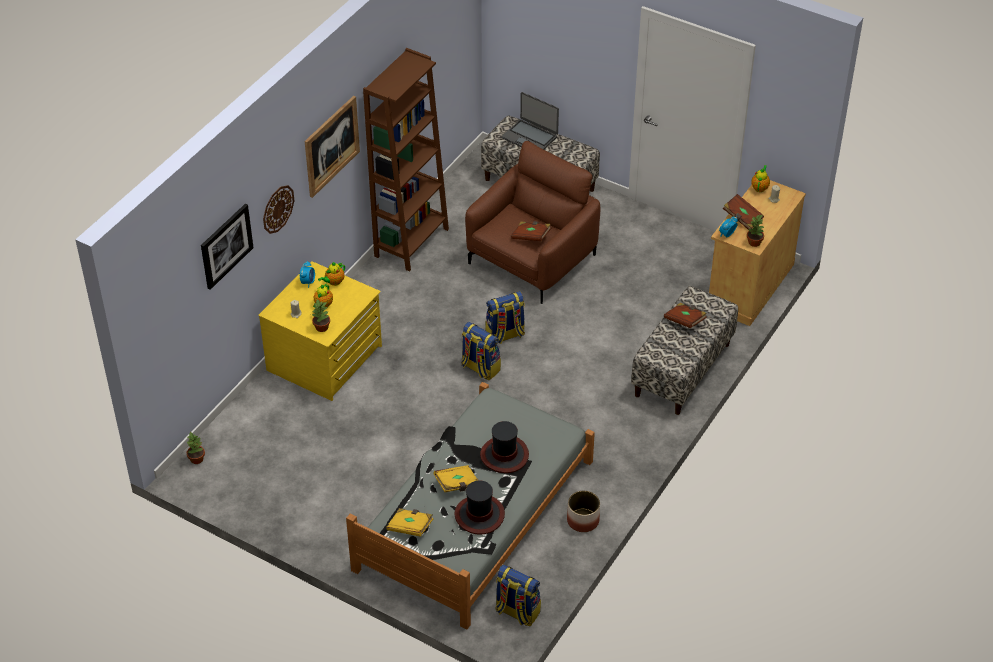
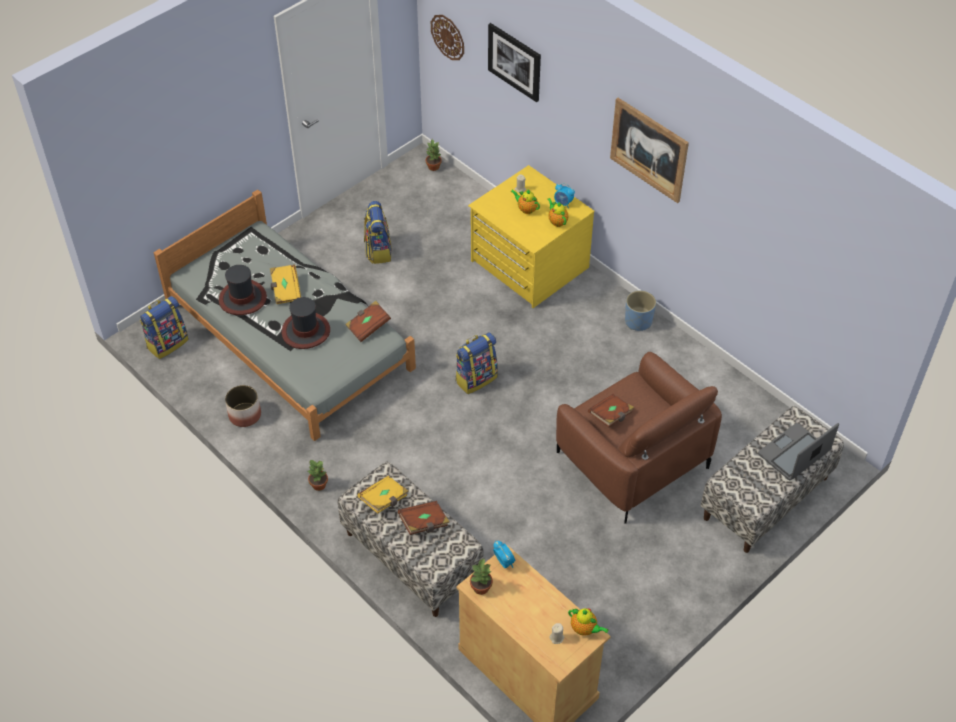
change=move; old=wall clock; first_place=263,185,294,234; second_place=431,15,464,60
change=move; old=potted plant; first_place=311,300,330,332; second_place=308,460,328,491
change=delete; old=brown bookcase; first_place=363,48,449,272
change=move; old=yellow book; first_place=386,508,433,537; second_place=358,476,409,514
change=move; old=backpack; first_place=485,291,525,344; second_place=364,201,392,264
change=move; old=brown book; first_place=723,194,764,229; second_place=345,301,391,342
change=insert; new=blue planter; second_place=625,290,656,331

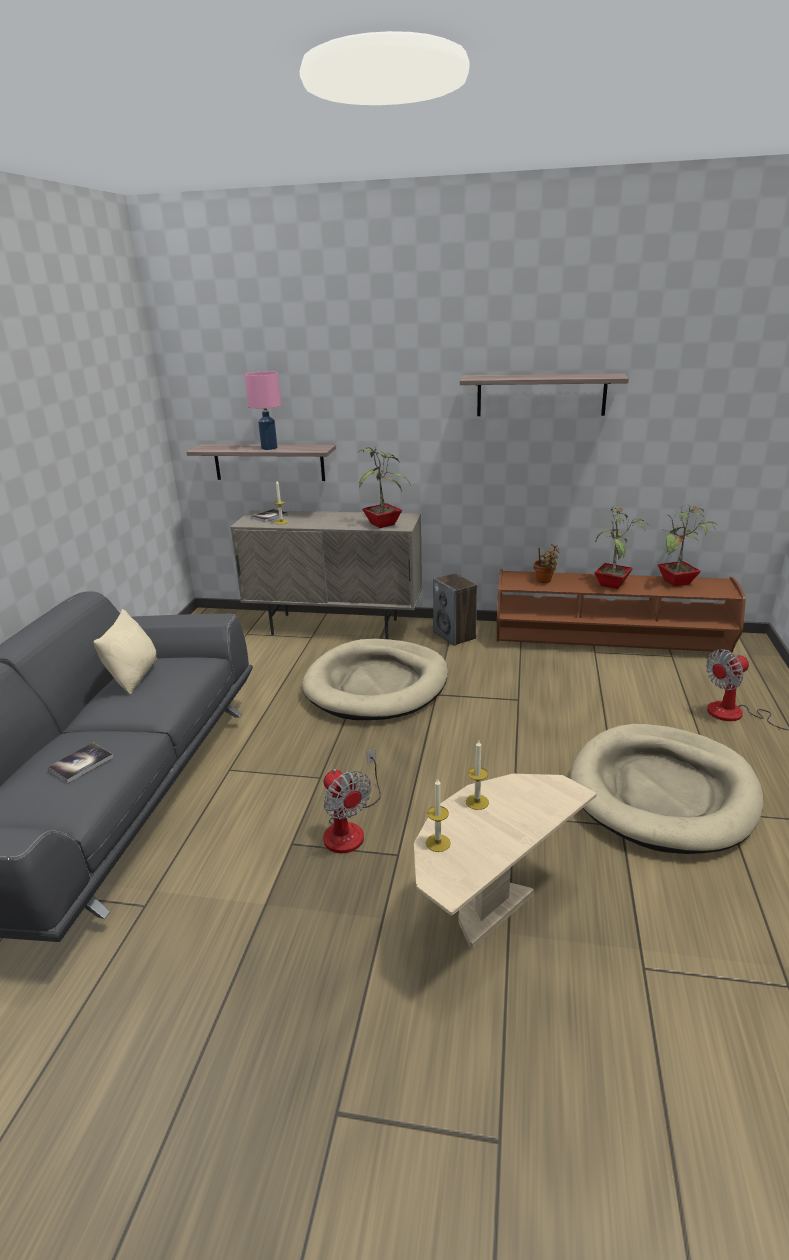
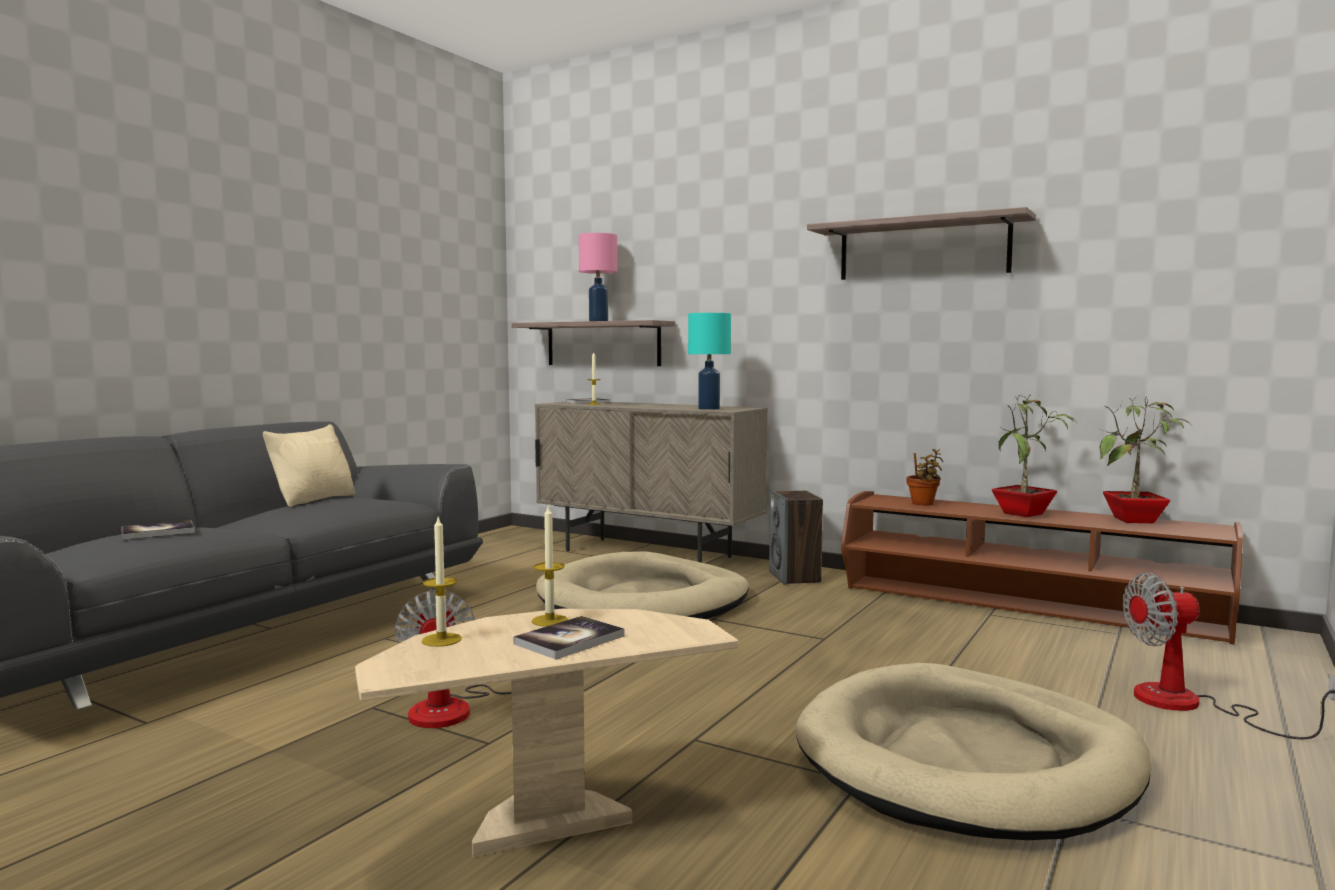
change=replace; old=potted plant; new=turquoise table lamp; first_place=357,446,410,528; second_place=688,313,731,410
change=insert; new=book; second_place=513,616,624,660

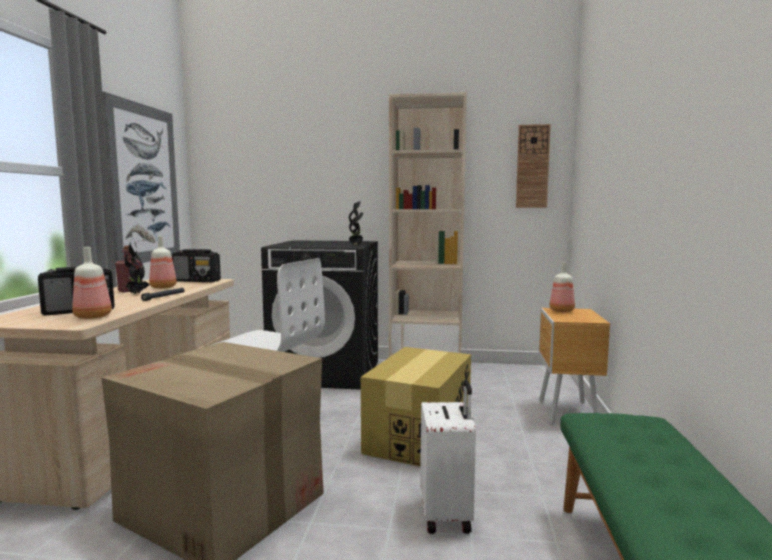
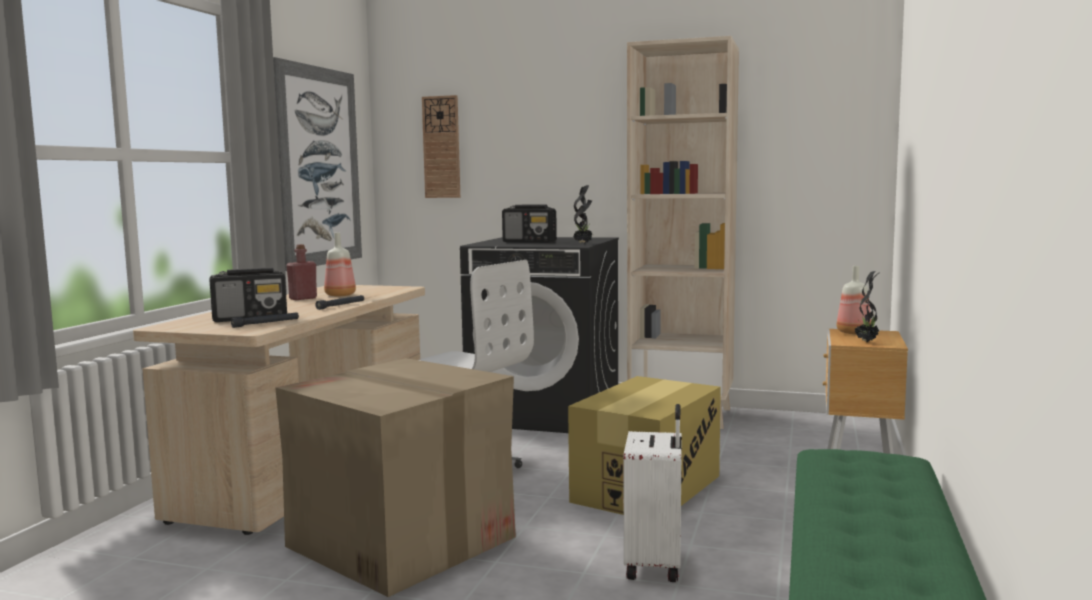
change=replace; old=bottle; new=black flashlight; first_place=72,247,112,319; second_place=231,312,299,328
change=move; old=potted plant; first_place=125,239,150,294; second_place=855,271,882,342
change=move; old=radio; first_place=171,249,221,282; second_place=502,204,557,243
change=move; old=wall clock; first_place=516,124,551,208; second_place=422,95,460,198

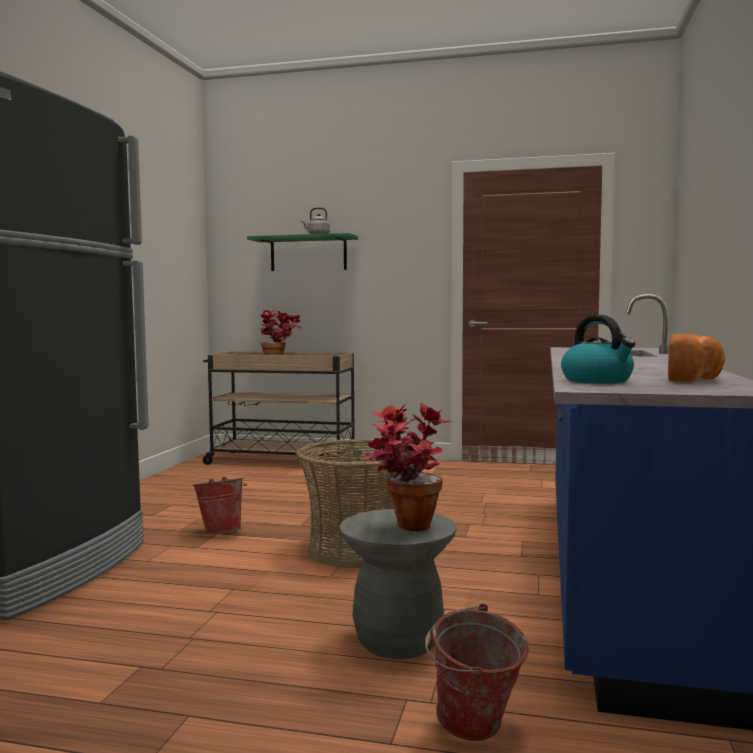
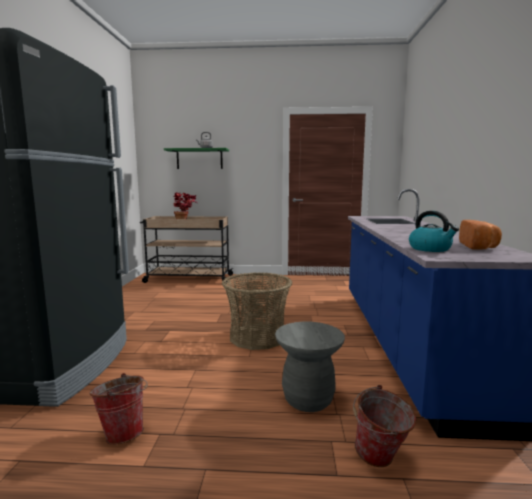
change=move; old=bucket; first_place=193,477,247,534; second_place=89,373,148,445
change=delete; old=potted plant; first_place=364,403,452,531

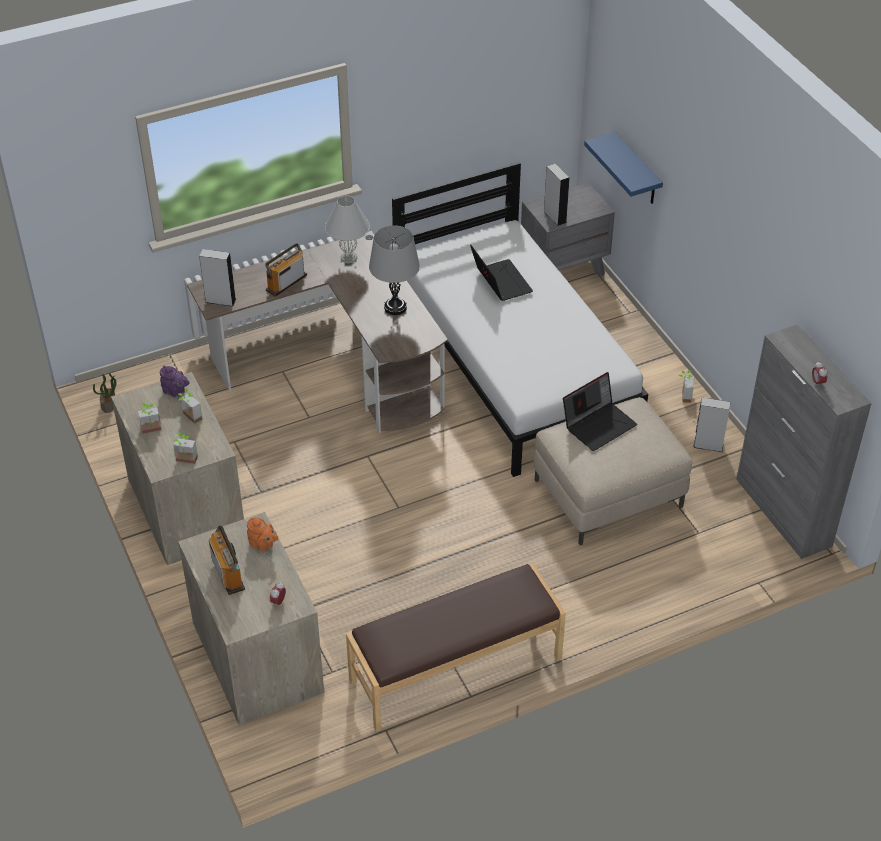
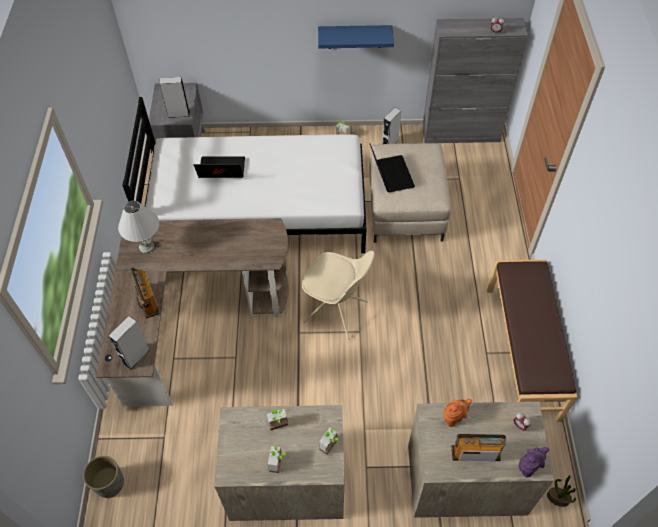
change=move; old=potted plant; first_place=93,373,117,413; second_place=547,475,576,507
change=move; old=purple teapot; first_place=160,366,189,397; second_place=518,447,549,477
change=delete; old=grey table lamp; first_place=369,225,420,315
change=move; old=blue shelf; first_place=584,132,663,204; second_place=318,25,394,49
change=insert; new=grey planter; second_place=83,456,124,498
change=insert; new=beige chair; second_place=302,250,375,340

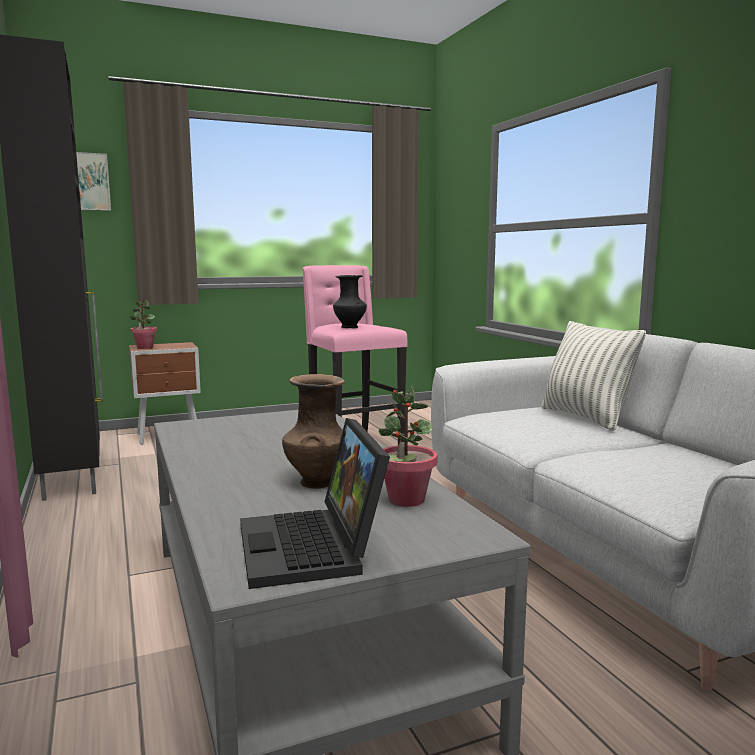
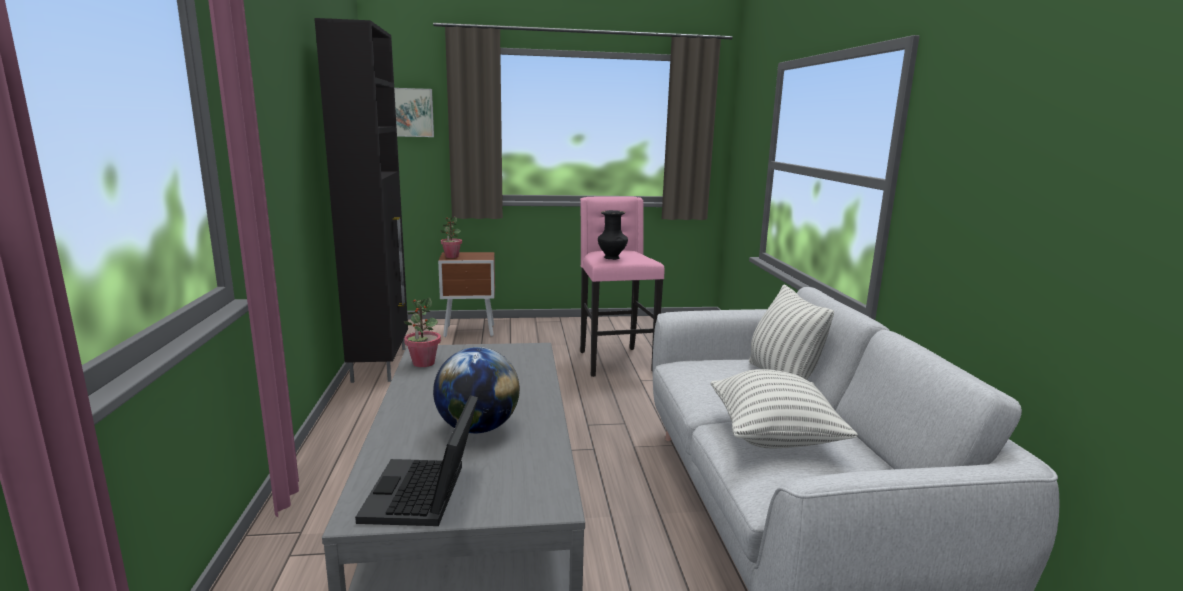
change=replace; old=brown vase; new=globe; first_place=282,374,345,489; second_place=433,347,520,433
change=move; old=potted plant; first_place=379,386,438,507; second_place=404,297,441,367
change=insert; new=pillow; second_place=710,369,858,448

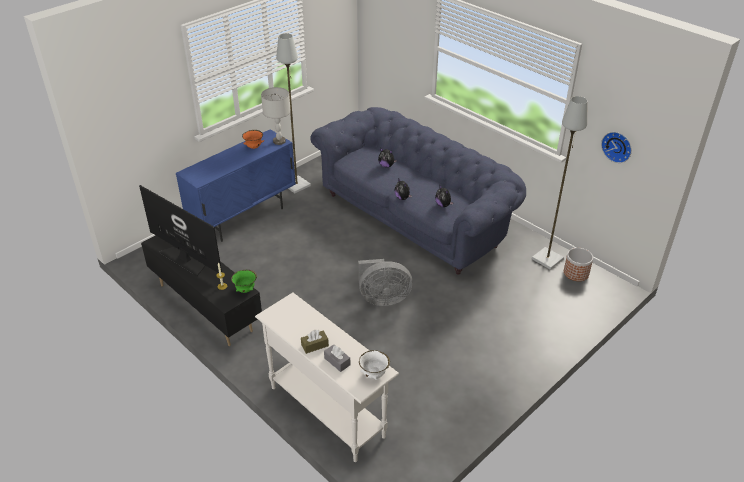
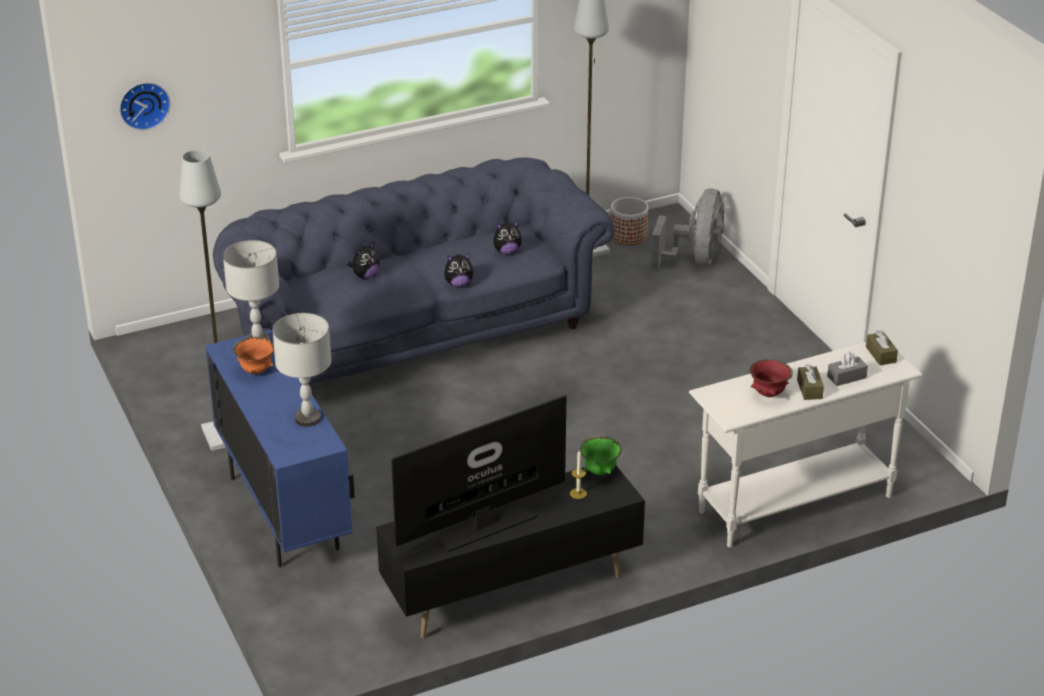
change=move; old=grey fan; first_place=358,259,413,306; second_place=651,189,725,270
change=replace; old=white bowl; new=brown tissue box; first_place=359,350,390,380; second_place=866,330,898,365
change=move; old=wall clock; first_place=601,132,632,163; second_place=119,82,171,130
change=insert; new=grey table lamp; second_place=273,313,332,427
change=insert; new=red bowl; second_place=750,359,793,397

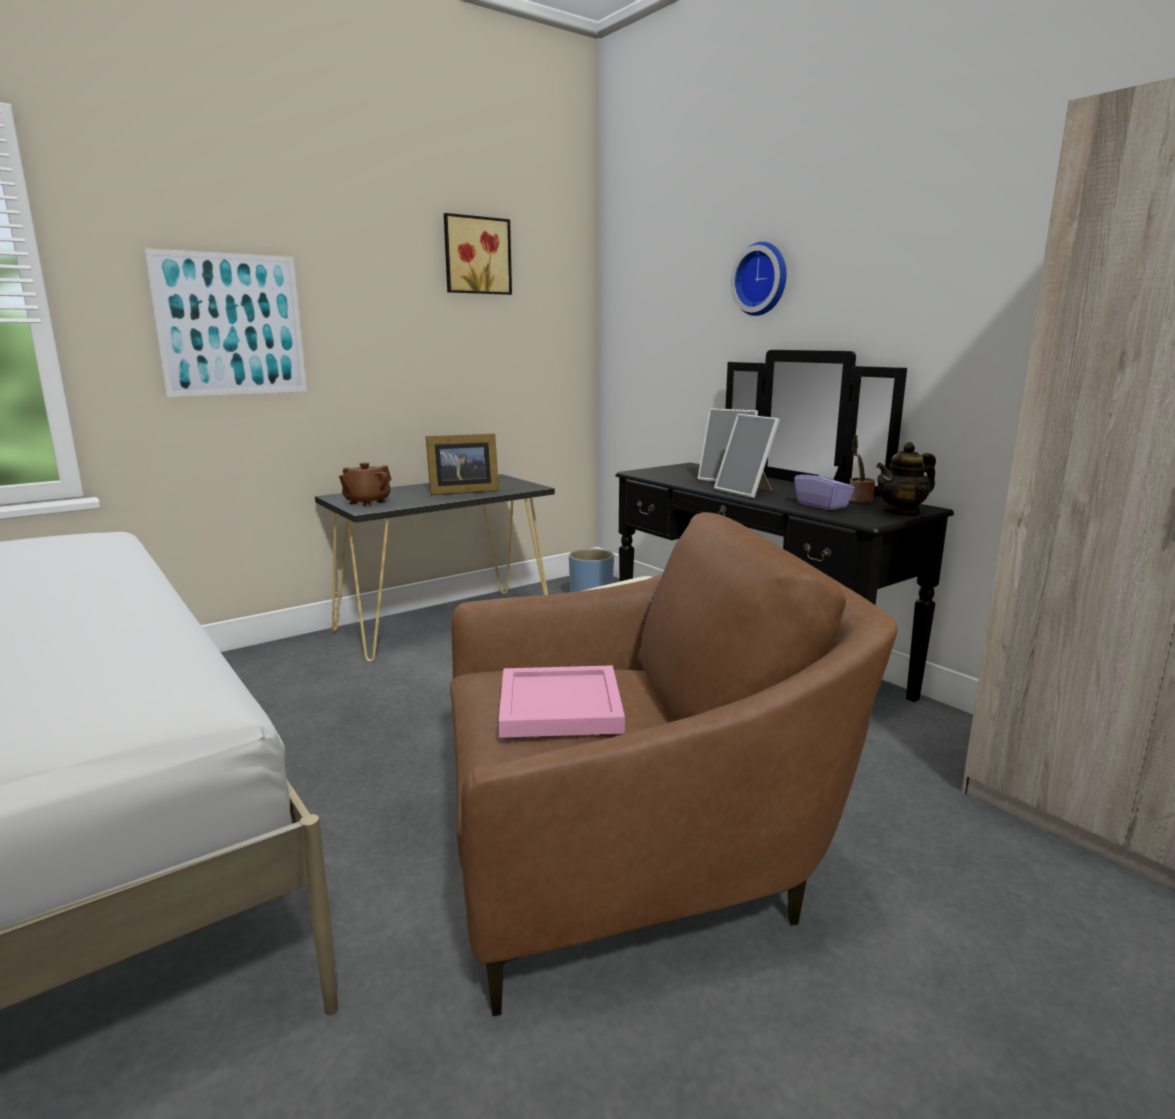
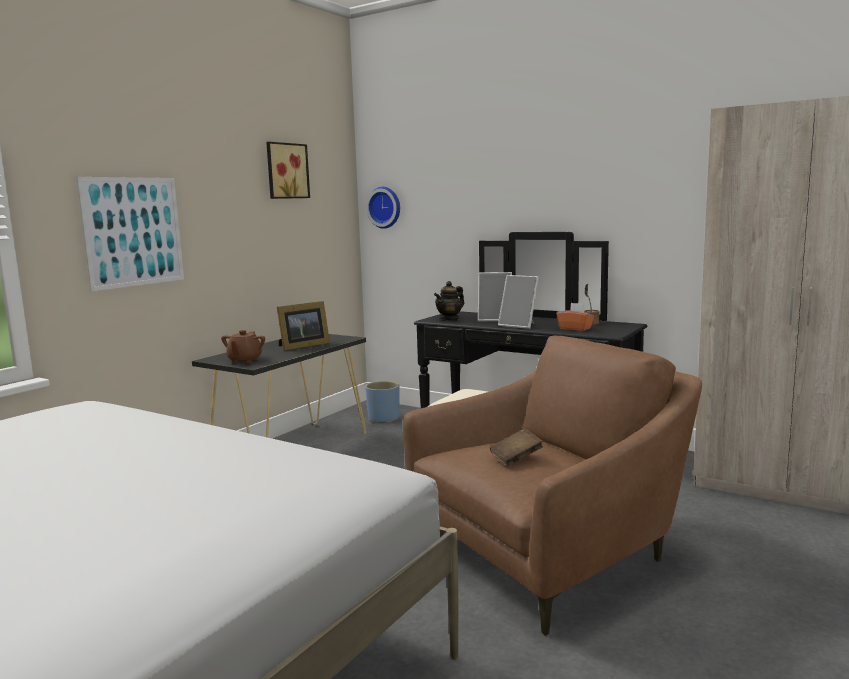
change=replace; old=pink tray; new=brown book; first_place=499,665,625,738; second_place=490,428,543,466
change=move; old=wall clock; first_place=730,242,786,316; second_place=366,187,400,229
change=recolor; old=purple tissue box; new=orange tissue box; first_place=794,464,855,510; second_place=557,303,595,331
change=move; old=teapot; first_place=876,442,936,517; second_place=434,281,464,321

